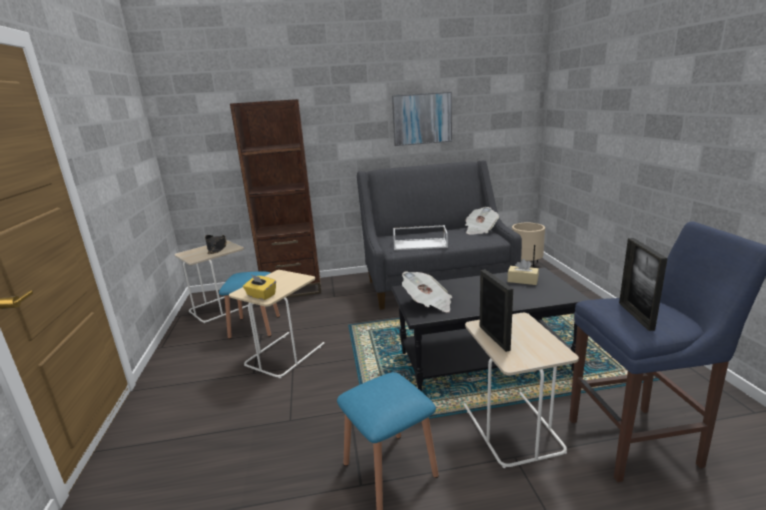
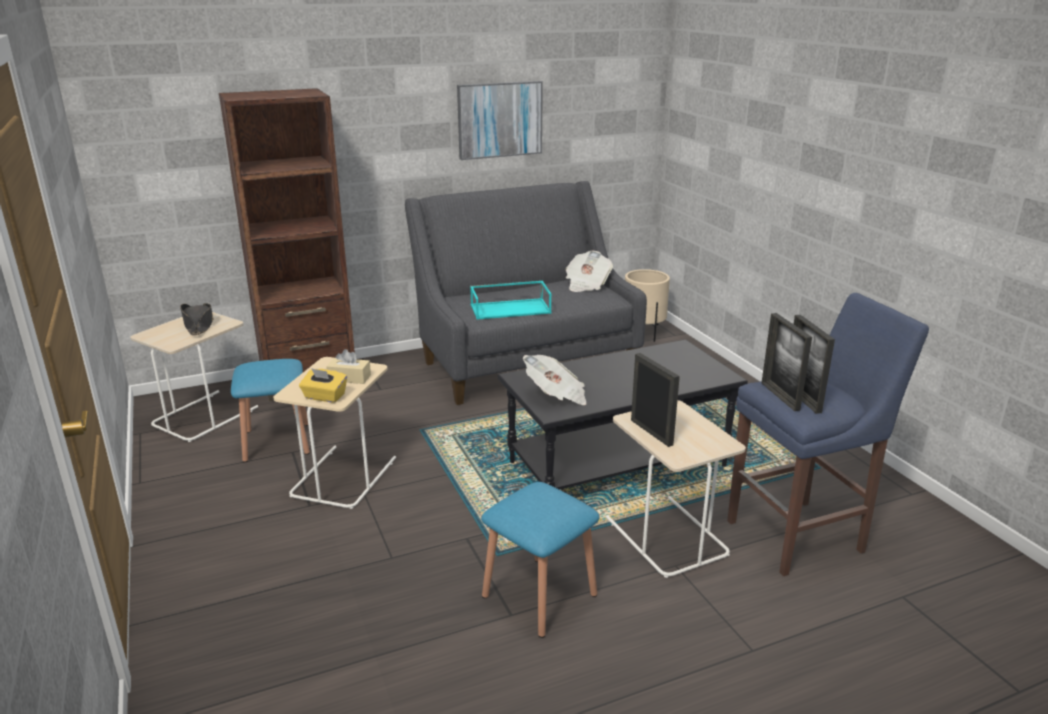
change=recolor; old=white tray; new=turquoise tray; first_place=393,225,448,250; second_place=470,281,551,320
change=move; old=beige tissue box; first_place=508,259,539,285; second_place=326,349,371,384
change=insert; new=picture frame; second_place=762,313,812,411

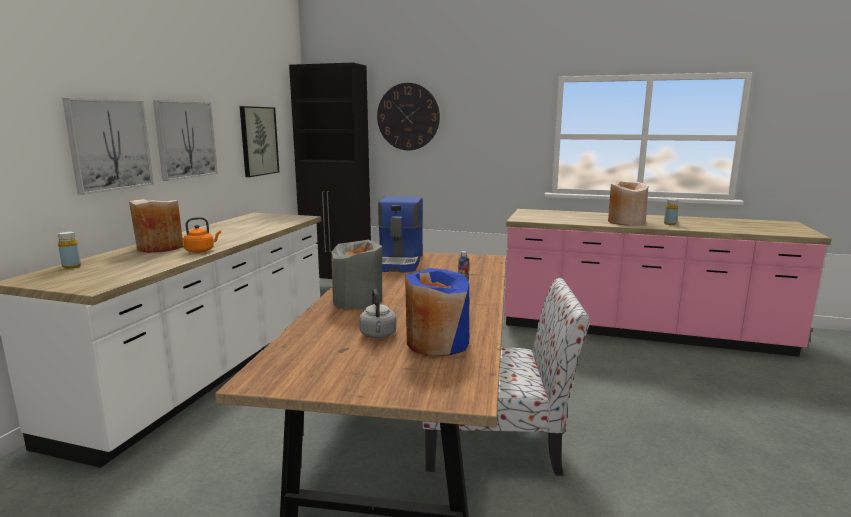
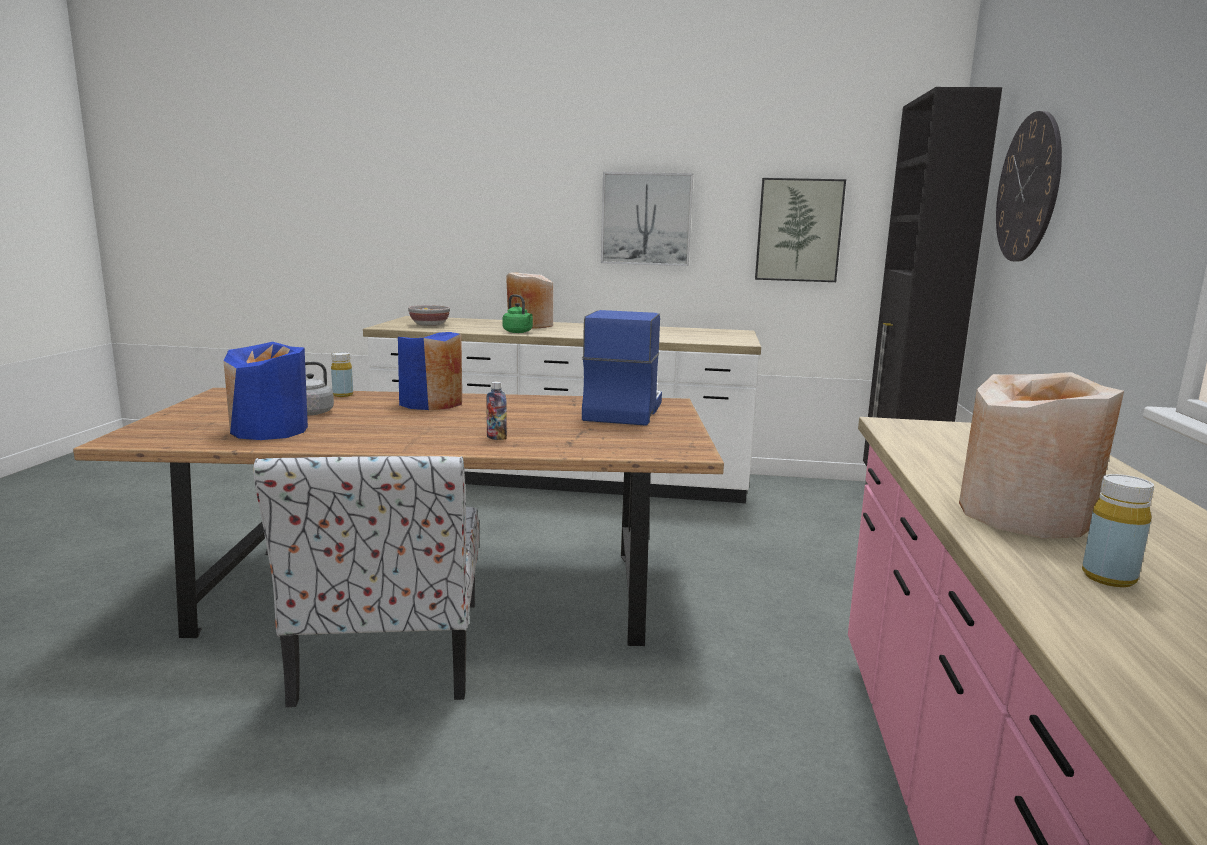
change=move; old=yellow bottle; first_place=58,231,81,269; second_place=331,352,353,397
change=delete; old=picture; first_place=62,98,154,195
change=recolor; old=orange kettle; new=green kettle; first_place=183,217,221,253; second_place=503,294,533,333
change=recolor; old=grey vase; new=blue vase; first_place=331,240,382,310; second_place=398,332,462,410
change=rotate; old=coffee machine; first_place=378,196,423,273; second_place=582,310,662,426; degrees=105
change=insert; new=bowl; second_place=408,305,450,326

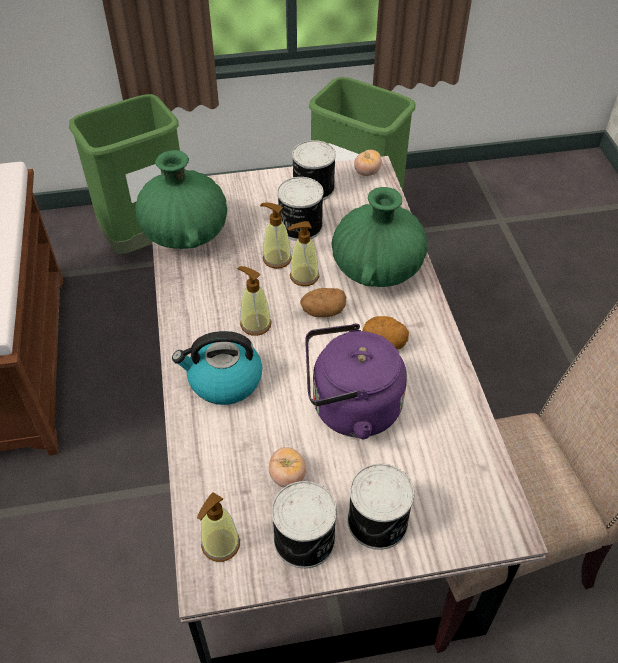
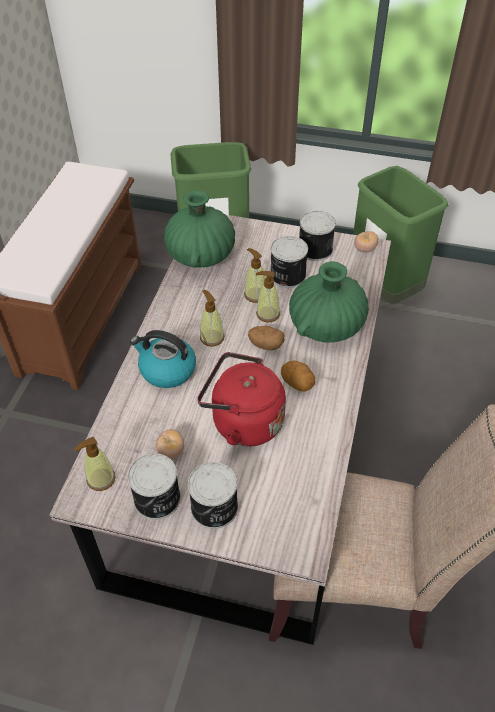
change=recolor; old=purple kettle; new=red kettle; first_place=305,324,407,440; second_place=197,352,286,447

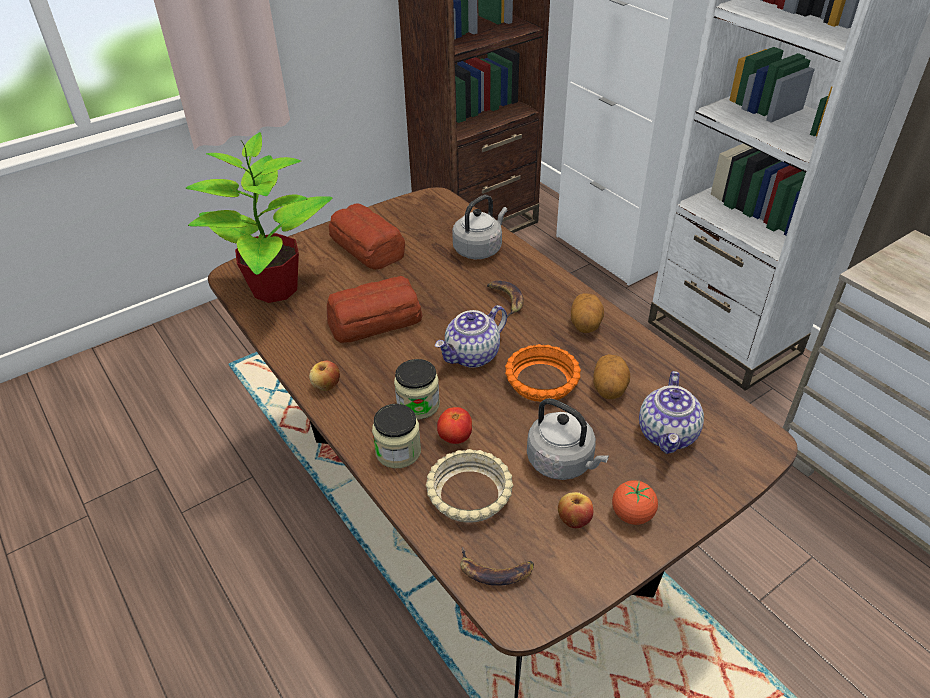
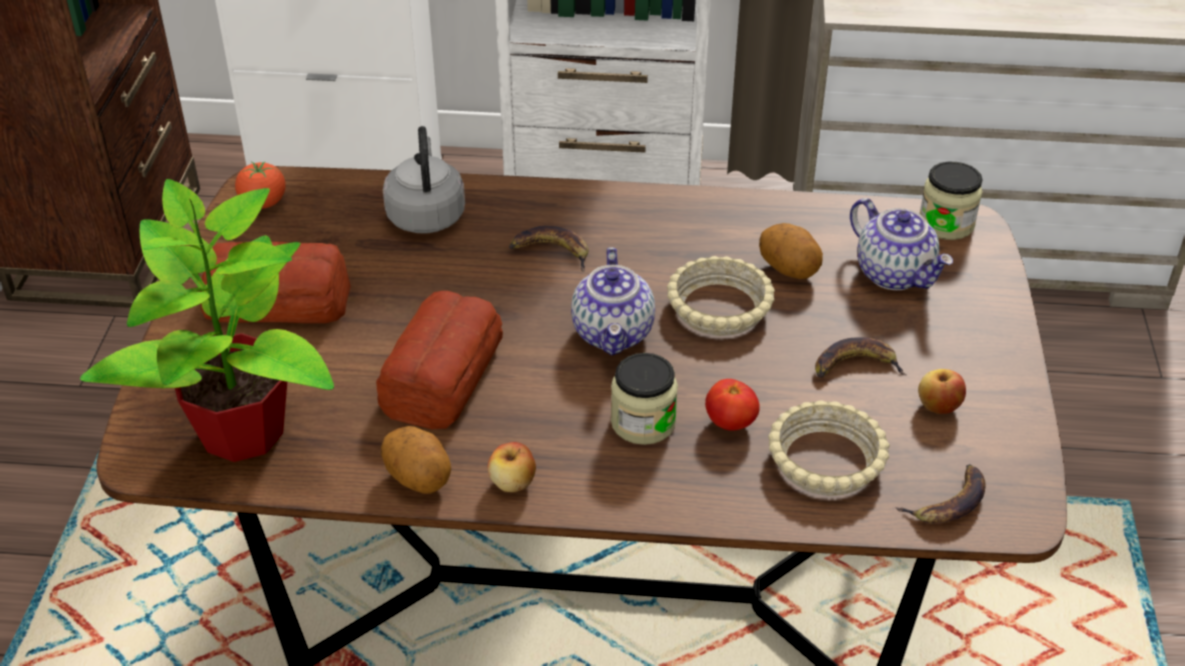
change=move; old=jar; first_place=372,404,421,468; second_place=920,162,983,240
change=recolor; old=orange bowl; new=beige bowl; first_place=505,344,581,402; second_place=667,256,775,336
change=replace; old=grey kettle; new=banana; first_place=527,398,609,480; second_place=815,337,907,378
change=move; old=potato; first_place=571,293,604,333; second_place=380,426,451,494
change=move; old=tomato; first_place=612,480,658,525; second_place=235,161,285,209

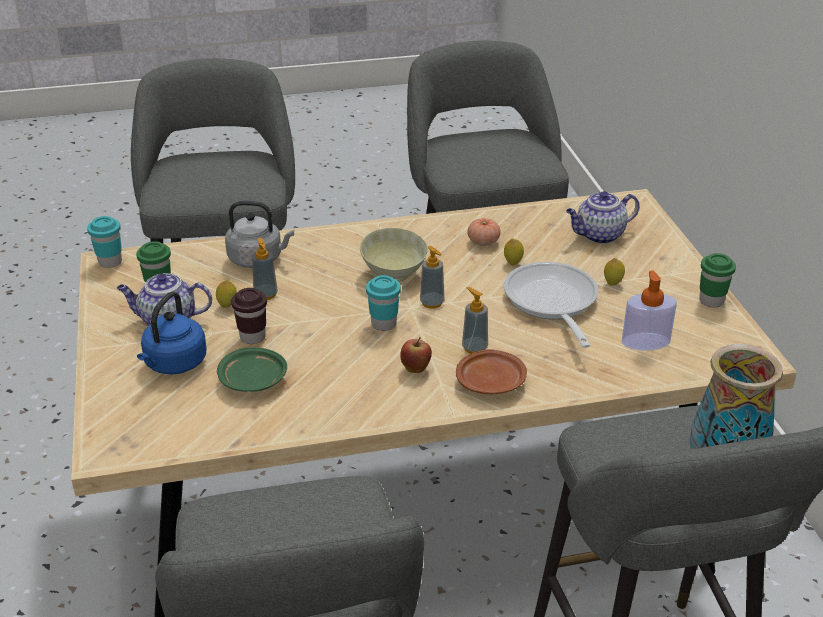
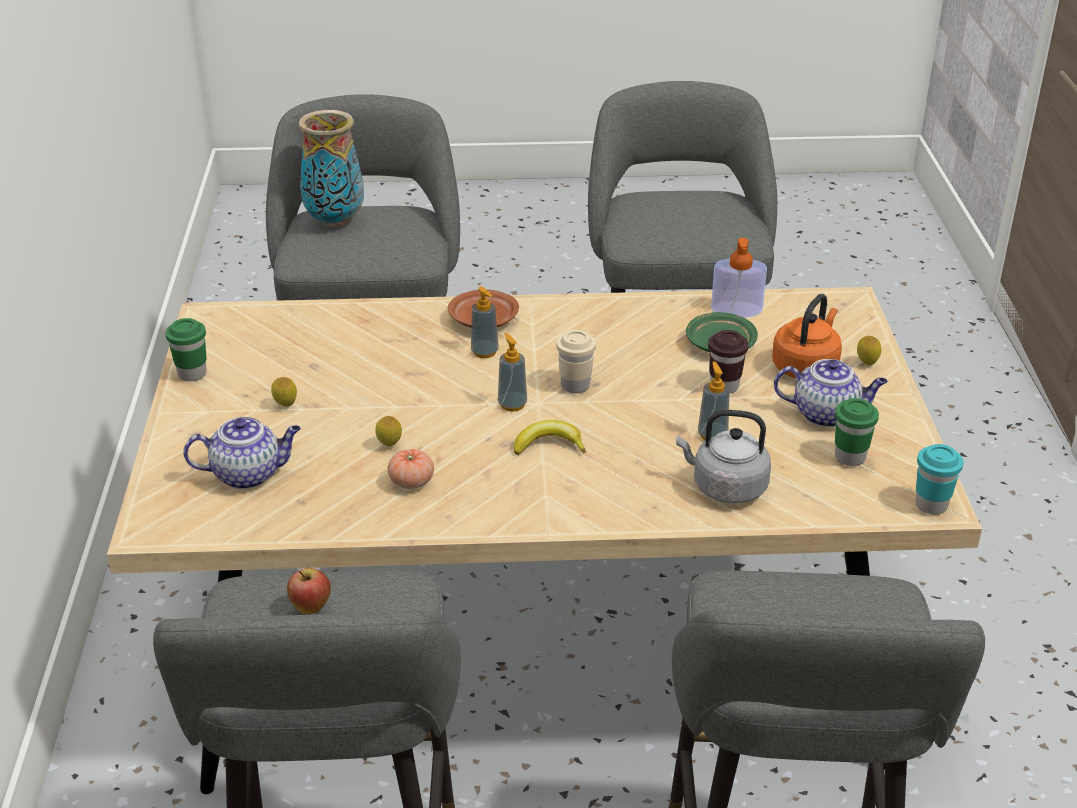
change=recolor; old=blue kettle; new=orange kettle; first_place=137,292,207,375; second_place=772,294,842,379
change=move; old=lemon; first_place=216,280,237,308; second_place=857,336,882,365
change=replace; old=beige bowl; new=banana; first_place=360,228,428,282; second_place=514,420,586,455
change=recolor; old=turquoise cup; new=beige cup; first_place=366,275,401,331; second_place=556,330,596,393
change=move; old=apple; first_place=400,337,432,373; second_place=287,568,331,614
change=delete; old=frying pan; first_place=504,262,598,348
change=move; old=soap dispenser; first_place=622,271,677,351; second_place=711,238,767,317

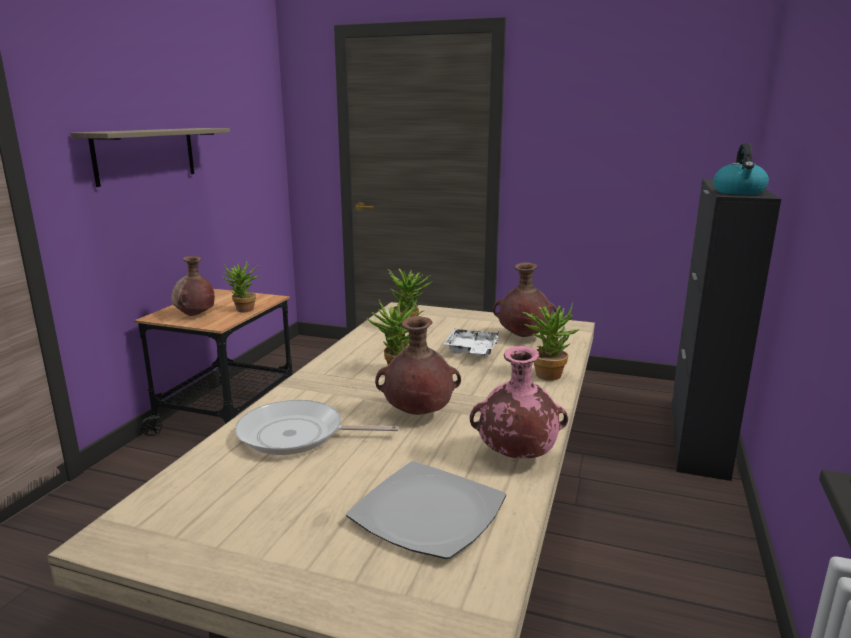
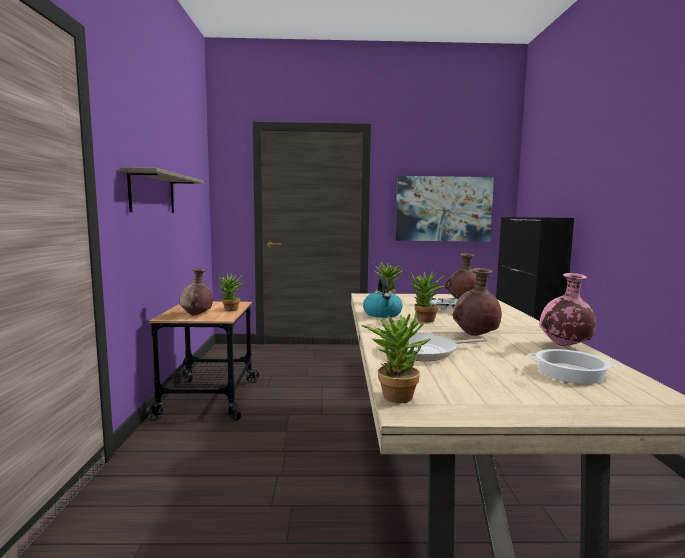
change=replace; old=plate; new=cooking pot; first_place=346,461,506,559; second_place=527,349,621,384
change=move; old=potted plant; first_place=522,302,579,381; second_place=361,308,431,403
change=move; old=kettle; first_place=714,143,769,195; second_place=363,277,403,318
change=insert; new=picture; second_place=395,176,494,242

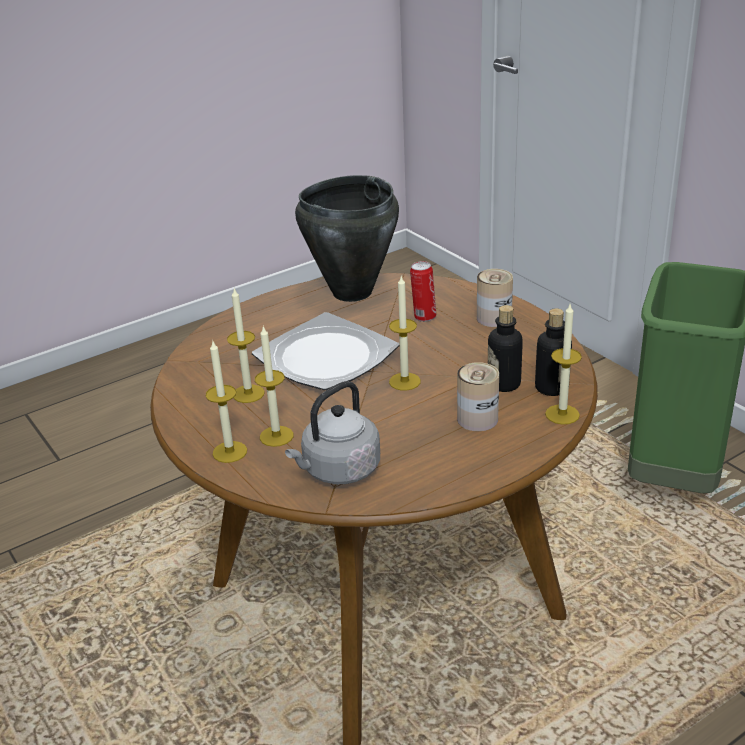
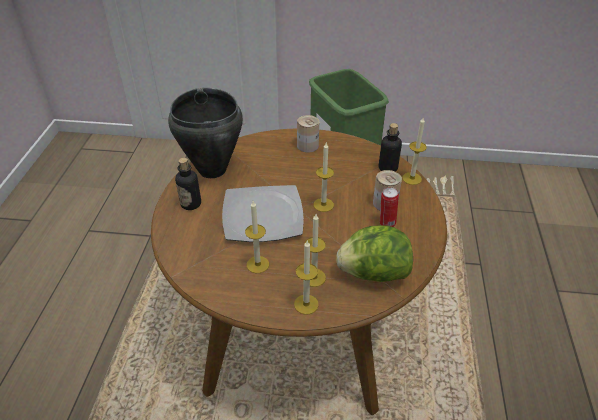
change=replace; old=grey kettle; new=lettuce; first_place=285,381,380,484; second_place=336,225,413,282
change=move; old=can; first_place=410,261,436,322; second_place=380,187,399,227
change=move; old=bottle; first_place=488,305,523,392; second_place=175,158,201,210

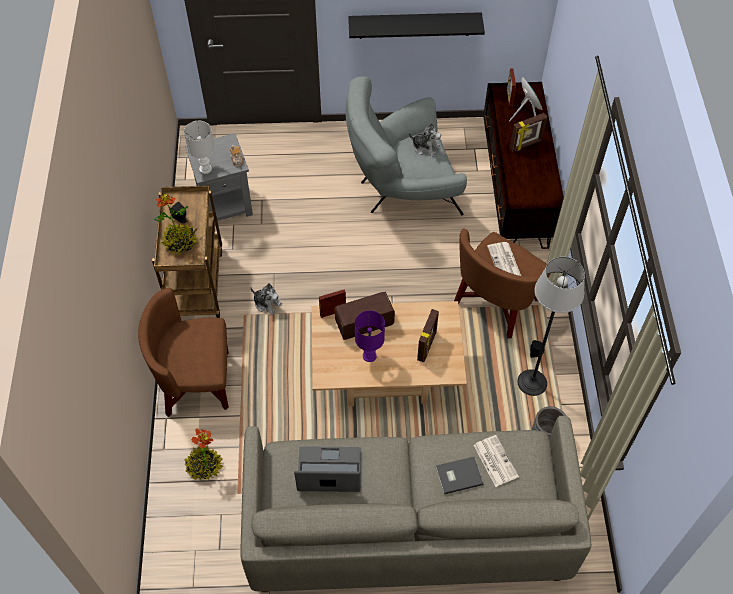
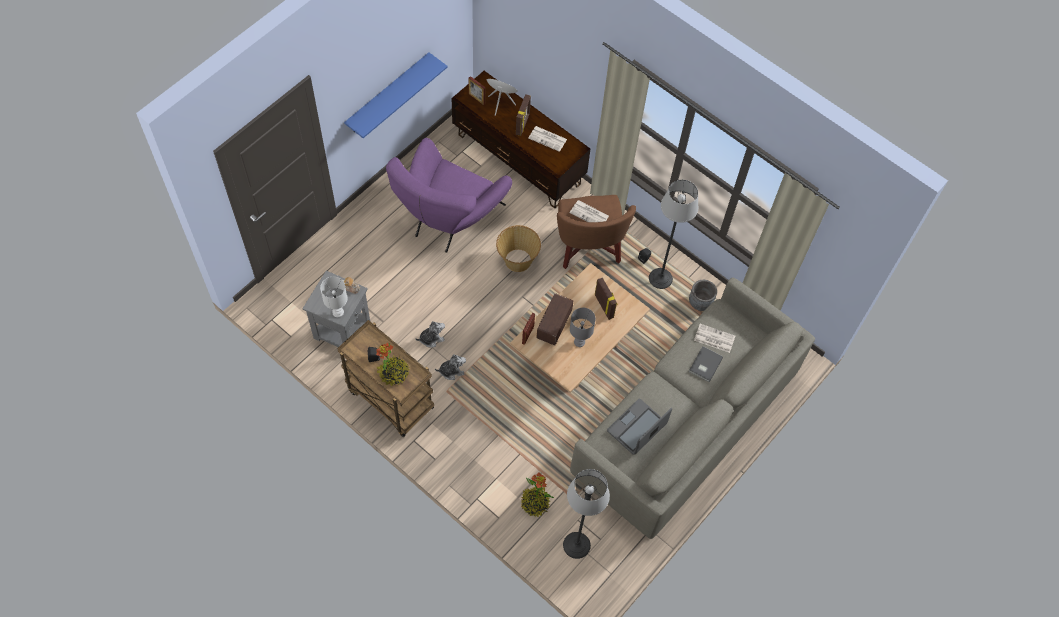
change=delete; old=brown armchair; first_place=138,288,229,417
change=recolor; old=grey armchair; new=purple armchair; first_place=345,76,467,215; second_place=386,138,512,253
change=recolor; old=black shelf; new=blue shelf; first_place=348,12,485,39; second_place=344,52,447,138
change=recolor; old=purple table lamp; new=grey table lamp; first_place=355,311,385,362; second_place=570,308,596,347
change=move; old=plush toy; first_place=409,123,441,156; second_place=415,321,445,347
change=insert; new=basket; second_place=496,225,541,272
change=insert; new=newspaper; second_place=528,126,567,152
change=insert; new=floor lamp; second_place=563,469,610,559

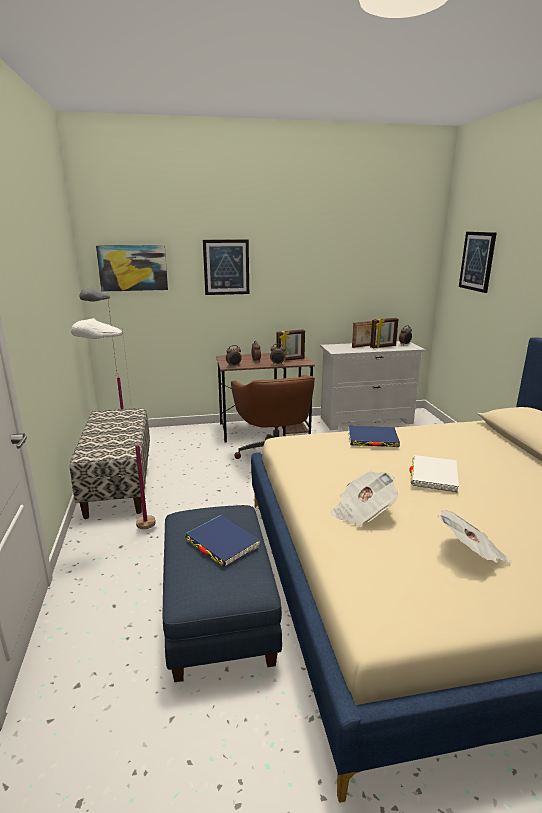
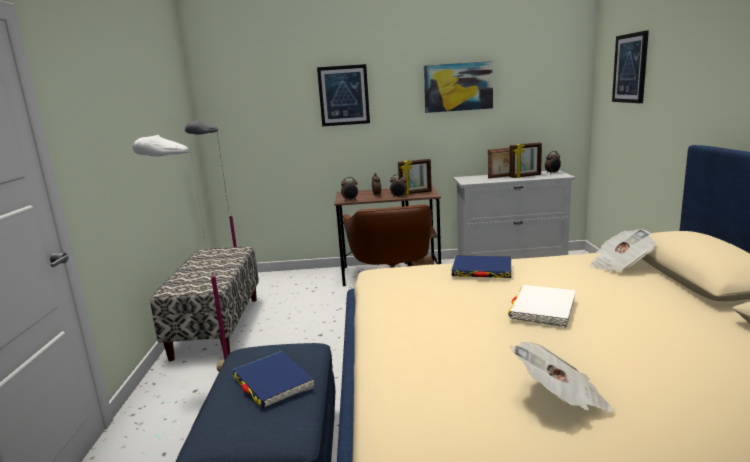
change=move; old=picture; first_place=96,245,168,292; second_place=424,61,493,113
change=move; old=newspaper; first_place=331,471,398,526; second_place=590,229,656,272

